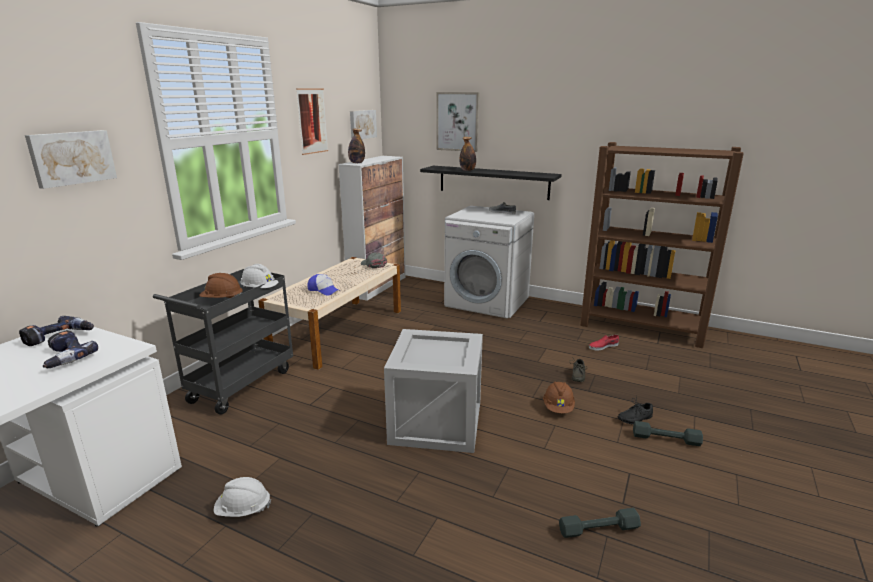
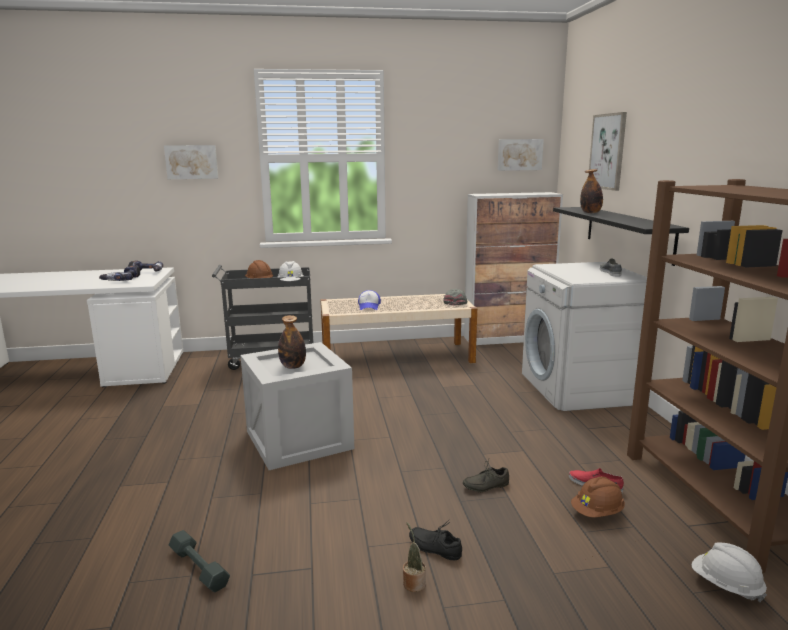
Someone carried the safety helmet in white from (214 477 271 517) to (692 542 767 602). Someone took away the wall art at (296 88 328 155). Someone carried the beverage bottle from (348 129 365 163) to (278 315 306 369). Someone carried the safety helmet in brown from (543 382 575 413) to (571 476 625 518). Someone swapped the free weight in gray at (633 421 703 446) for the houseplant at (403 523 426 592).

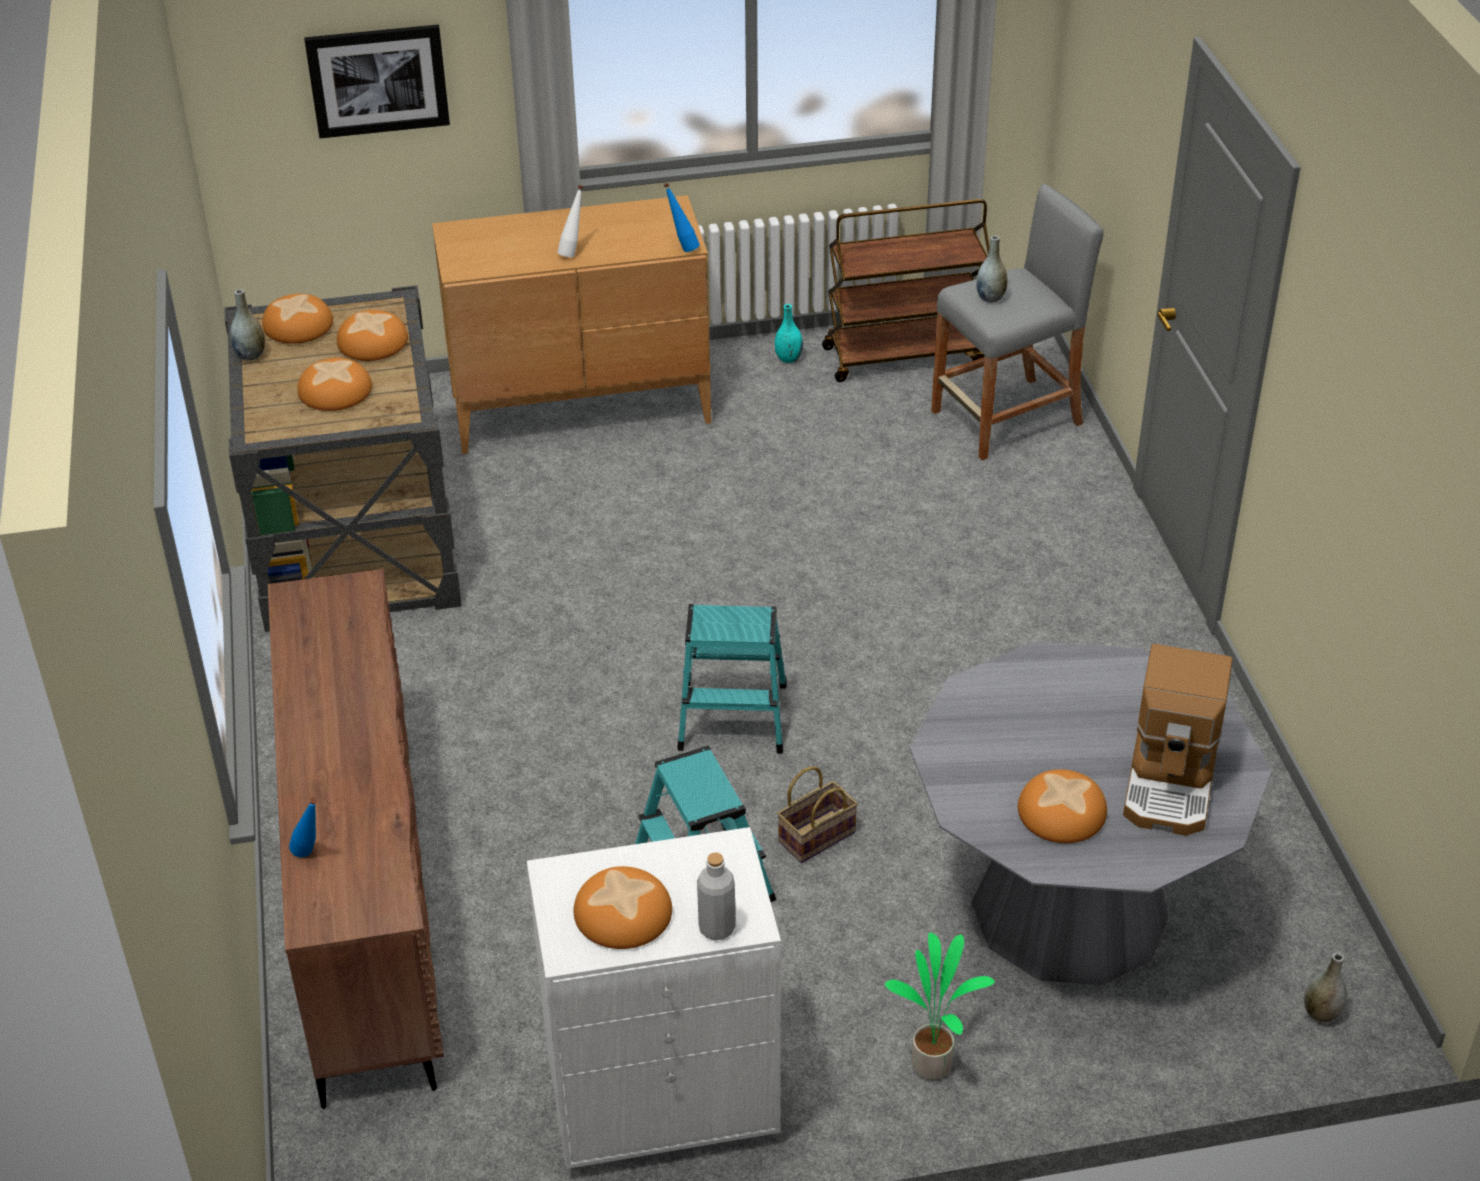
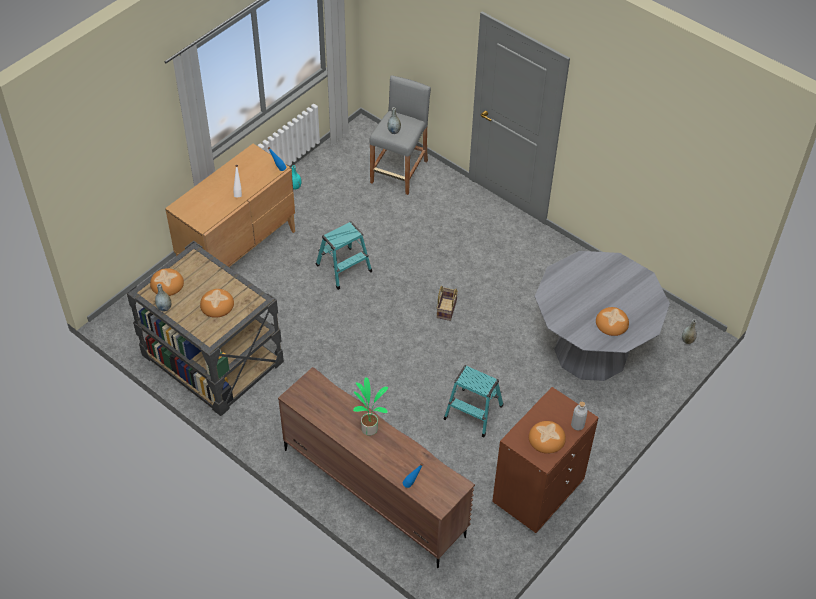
Someone took away the wall art at (304 24 450 138). Someone took away the baked bread at (337 310 408 361). Someone repainted the cupboard in white at (527 827 781 1169), which became the cupboard in brown at (492 387 599 533). Someone carried the step ladder in turquoise-coloured from (677 604 787 754) to (316 221 372 290). Someone carried the storage basket from (777 766 858 863) to (437 286 458 321). Someone took away the cart in brown at (822 199 990 382). Someone carried the houseplant from (885 932 995 1080) to (353 377 388 435). Someone took away the coffee maker at (1123 644 1233 836).

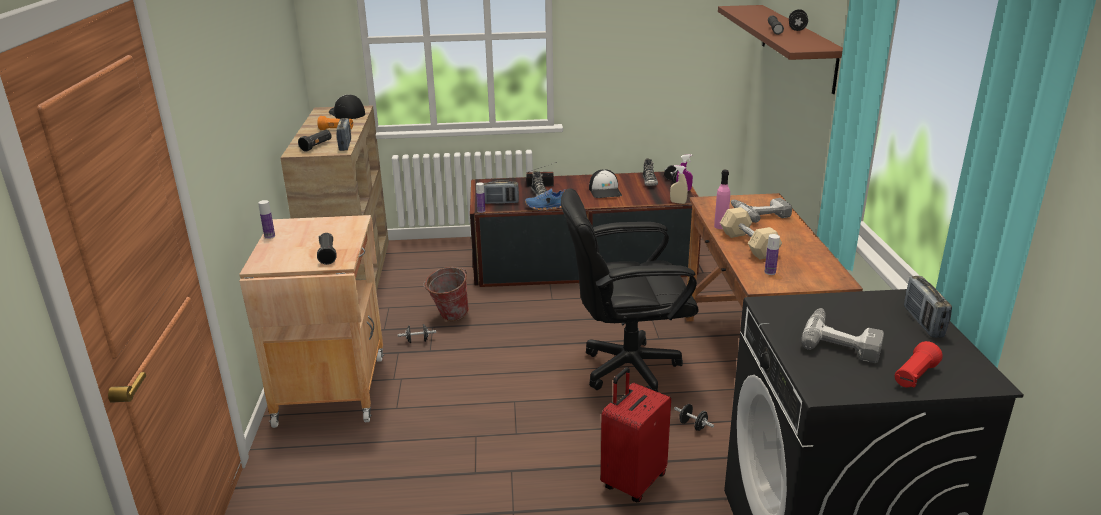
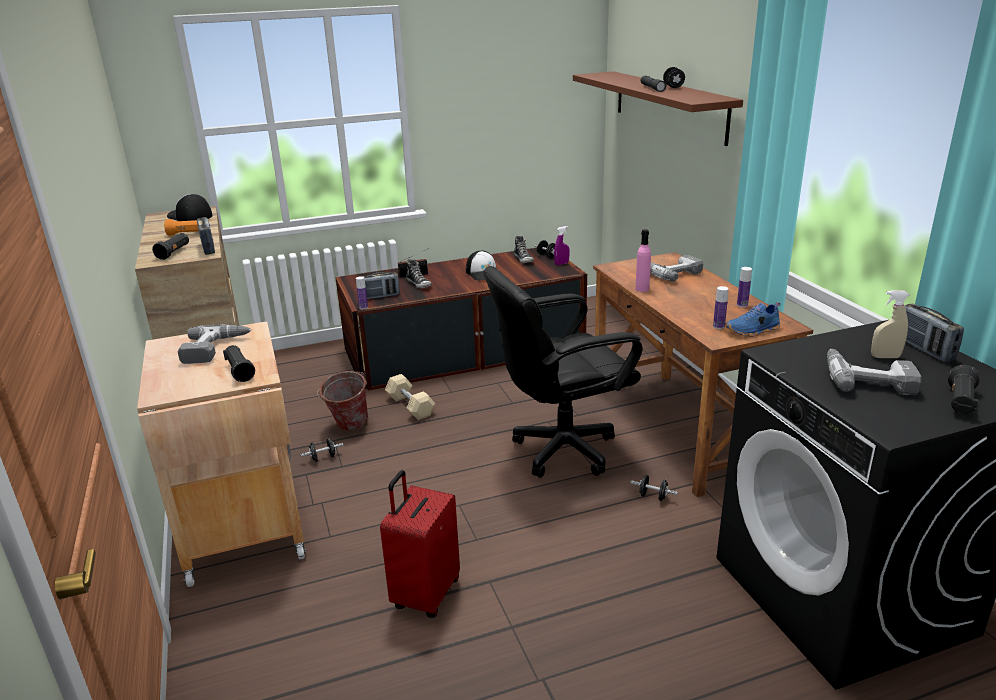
Someone carried the beverage bottle from (258 200 275 239) to (737 267 752 307). Someone carried the low shoe in bluish from (525 188 565 211) to (726 302 780 337). Someone carried the piece of luggage in red-coloured from (601 367 671 502) to (380 470 460 618). Someone carried the sprayer in beige-coloured from (670 165 688 204) to (871 290 910 358). Someone carried the free weight in beige-coloured from (720 207 782 259) to (385 374 435 420). Someone repainted the torch in red-coloured at (895 341 943 388), which became the torch in black-coloured at (948 365 979 414). Someone put down the power drill at (178 325 251 364).

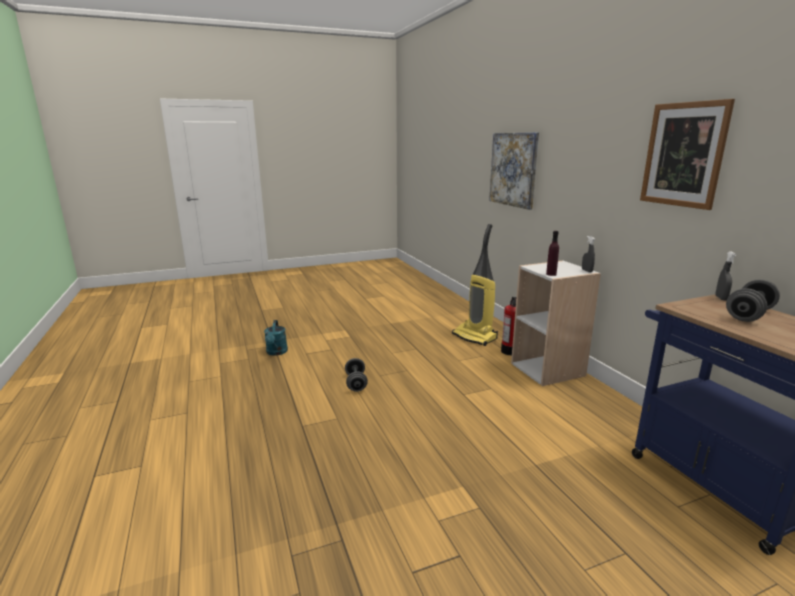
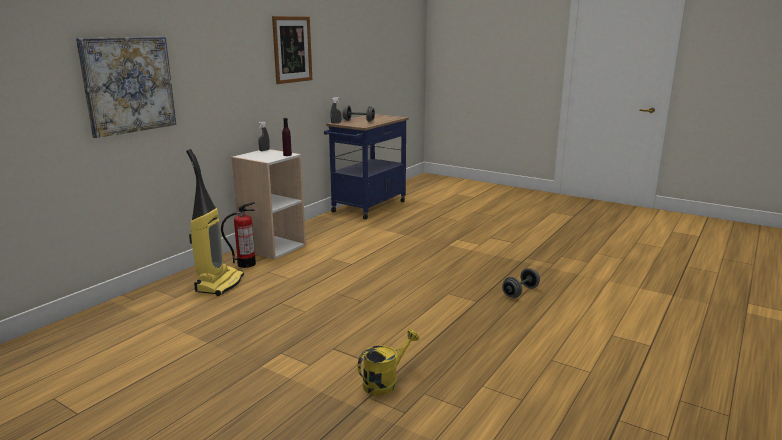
Someone repainted the watering pot in turquoise-coloured at (264 320 288 356), which became the watering pot in yellowish at (358 329 419 395). Someone carried the free weight in gray from (345 358 368 392) to (502 268 540 298).

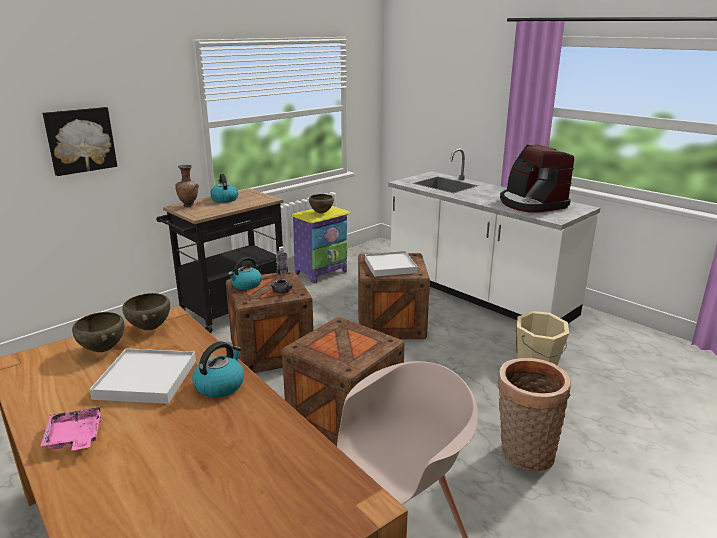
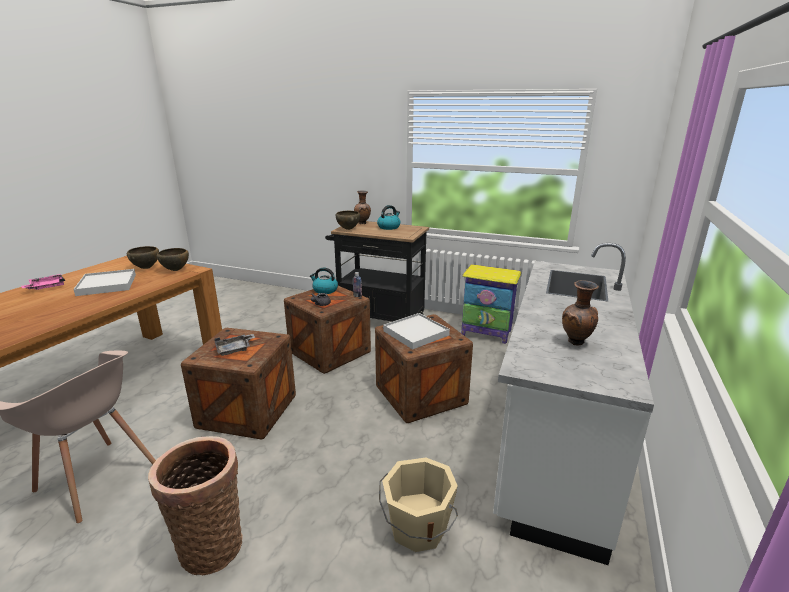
Someone took away the wall art at (43 107 117 176). Someone took away the tea kettle at (192 341 244 398). Someone carried the serving bowl in brown from (309 194 334 213) to (336 211 360 230). Someone swapped the coffee maker at (500 144 574 213) for the vase in brown at (562 280 599 346). Someone put down the carrying tray in gray at (215 334 255 356).

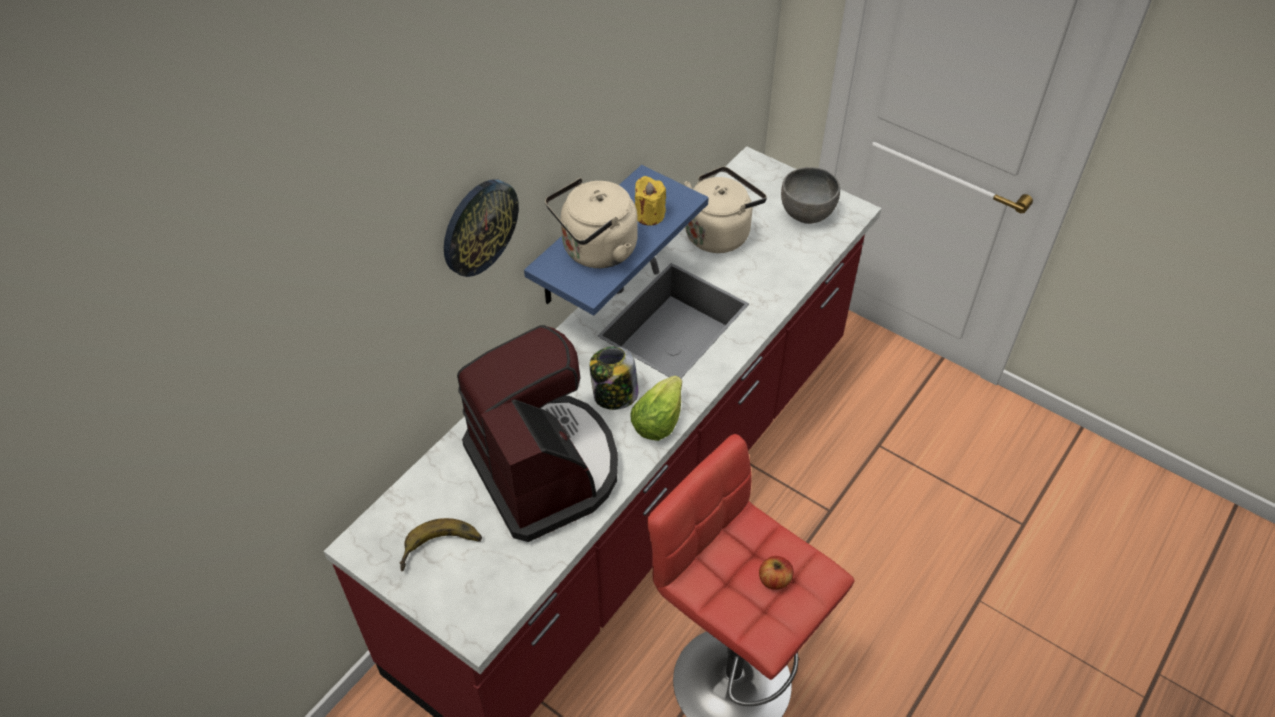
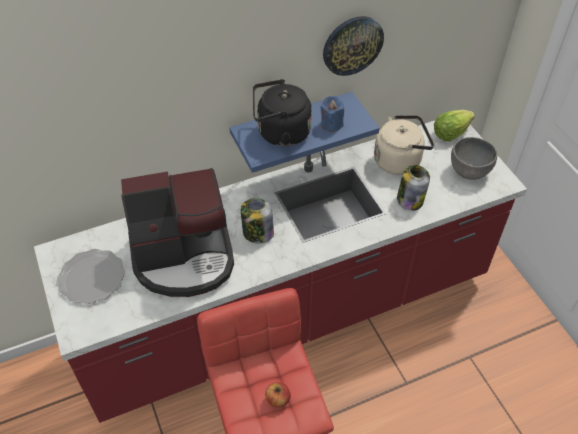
Someone swapped the banana at (399 518 482 571) for the dinner plate at (57 249 125 304). Someone carried the wall clock from (444 179 519 277) to (323 16 384 76). Someone rotated the coffee maker at (457 325 618 542) by 75 degrees clockwise. Someone repainted the tea kettle in beige-coloured at (545 178 638 268), which became the tea kettle in black-coloured at (253 79 312 147). Someone carried the lettuce from (631 375 682 441) to (434 110 475 141). Someone repainted the wax candle in yellowish at (635 176 666 226), which became the wax candle in bluish at (320 96 344 132). Someone put down the jar at (397 165 430 211).

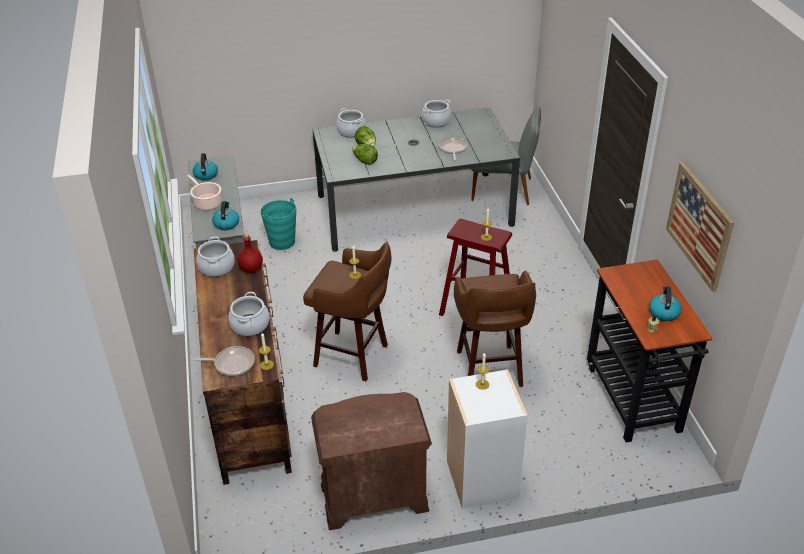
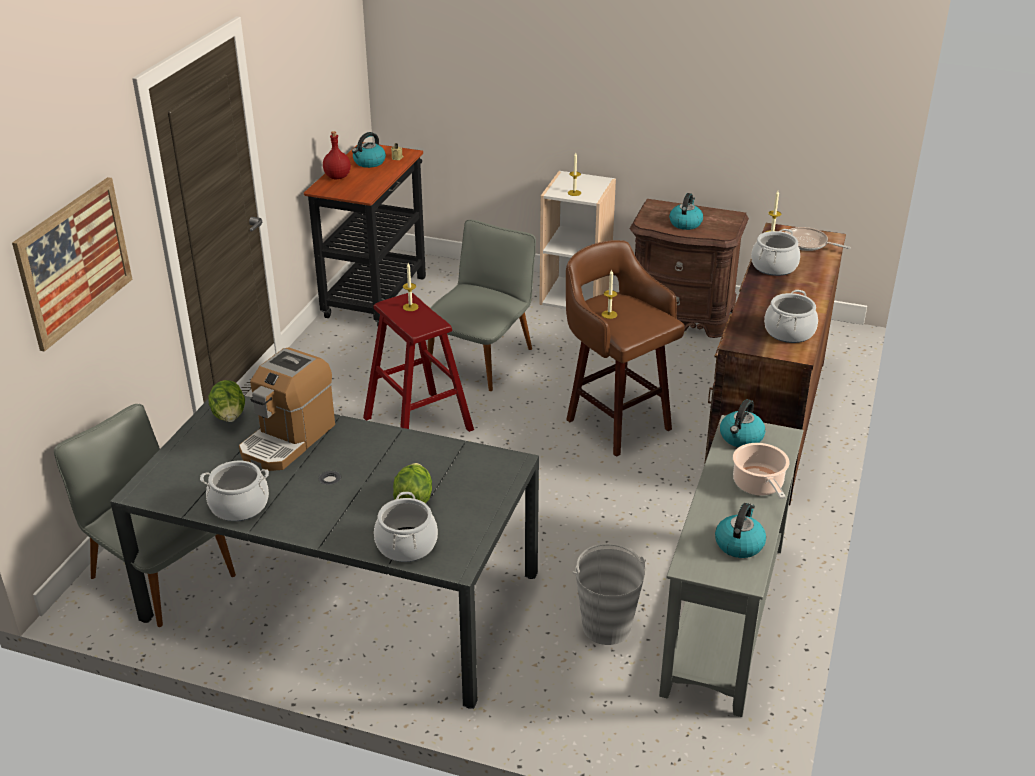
Someone carried the beverage bottle in red-coloured from (238 234 263 273) to (323 131 351 179). Someone repainted the bucket in turquoise-coloured at (261 198 296 250), which became the bucket in gray at (573 544 646 645). Someone carried the lettuce from (352 144 378 165) to (209 380 245 422). Someone swapped the skillet at (439 137 467 161) for the coffee maker at (239 347 335 471). Someone swapped the stool seat in brown at (454 271 536 387) for the plain chair in gray at (427 219 536 391). Someone carried the wall art from (666 162 734 292) to (12 177 132 352). Someone put down the tea kettle at (669 193 703 230).

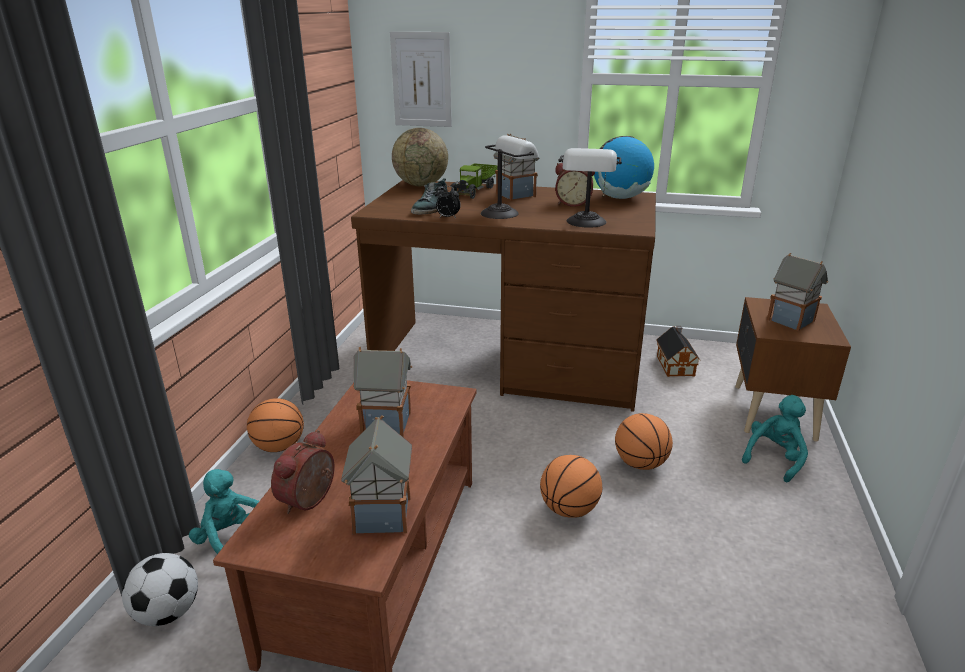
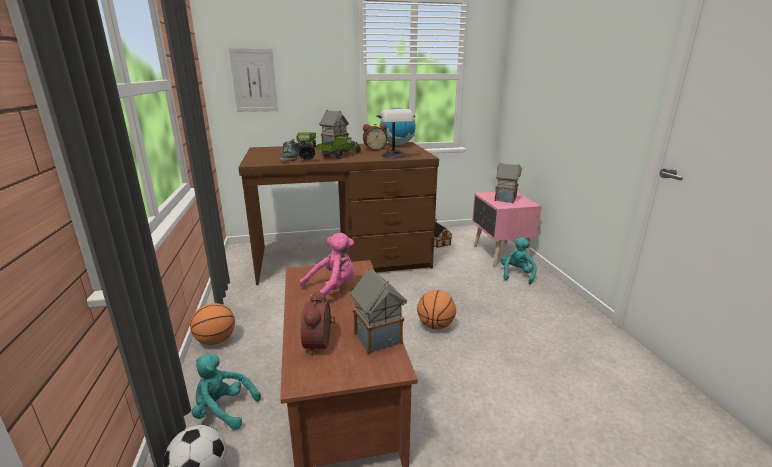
Someone swapped the model house at (353 347 412 437) for the plush toy in pinkish at (300 233 355 298). Someone took away the desk globe at (392 128 448 186). Someone swapped the lamp for a table at (481 135 539 219) for the toy truck at (317 136 361 159). Someone took away the basketball at (615 413 673 470). Someone repainted the nightstand in brown at (735 297 851 442), which became the nightstand in pinkish at (472 192 542 266).

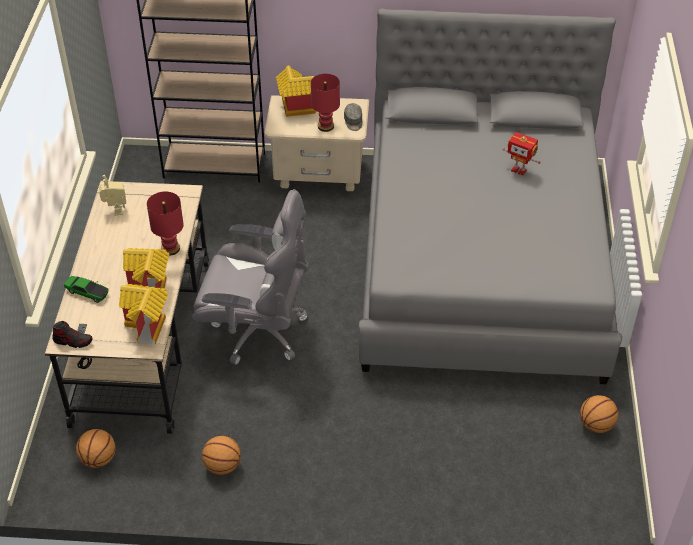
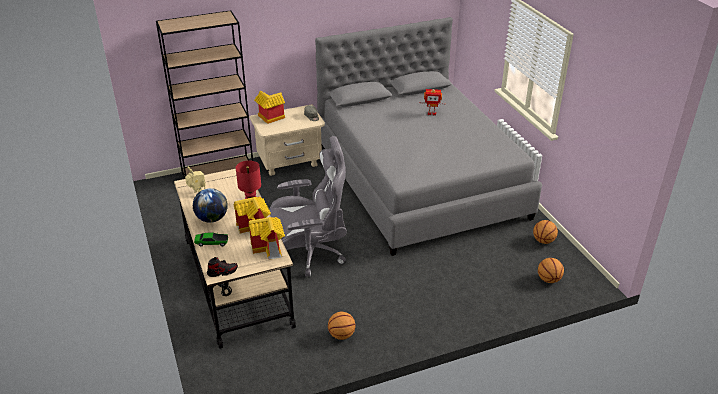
Someone carried the basketball from (76 429 116 468) to (538 258 564 283). Someone took away the lamp for a table in red-coloured at (311 74 340 132). Someone put down the desk globe at (193 188 228 223).

